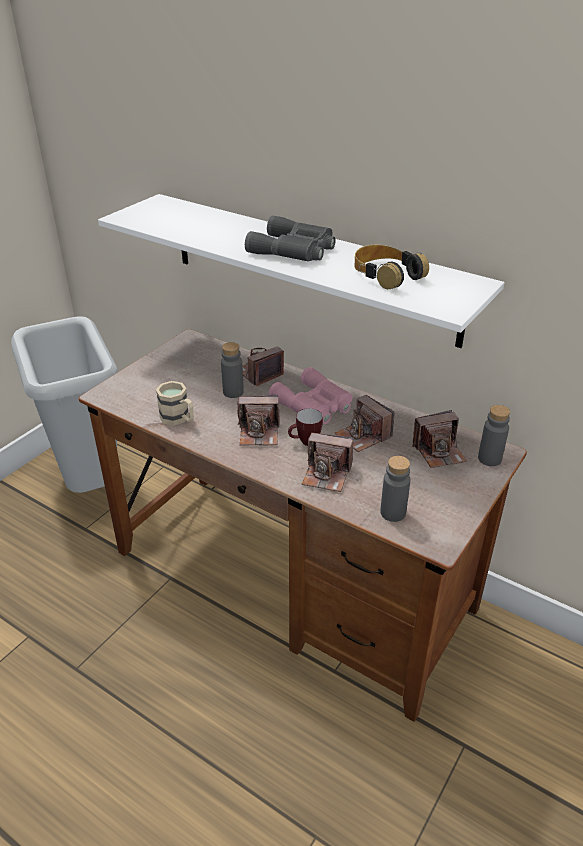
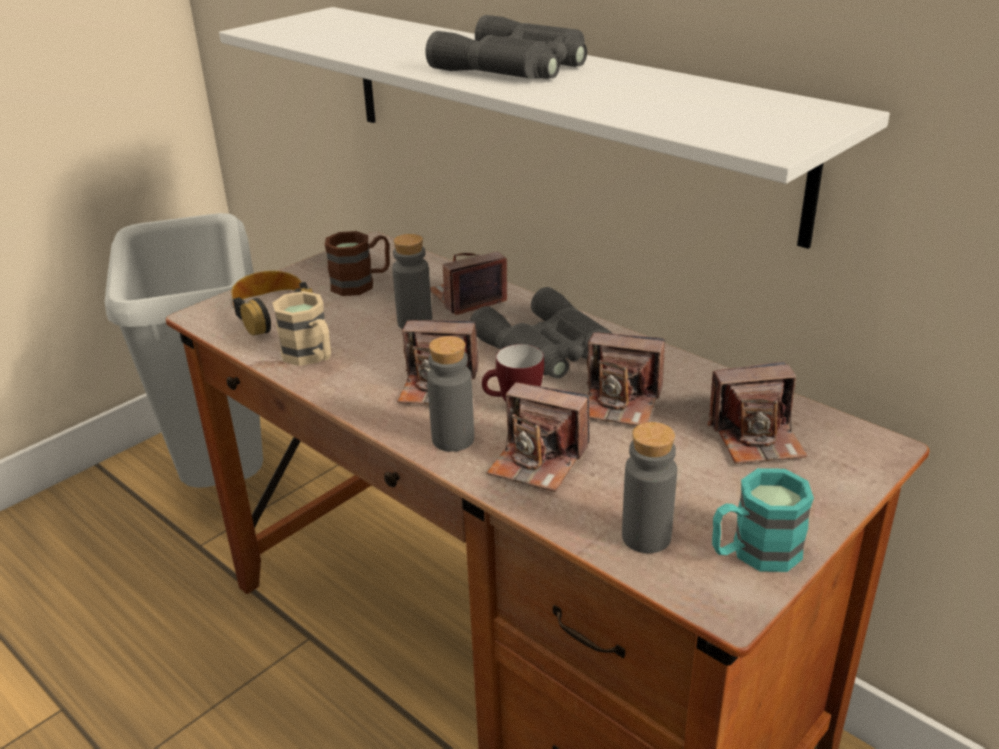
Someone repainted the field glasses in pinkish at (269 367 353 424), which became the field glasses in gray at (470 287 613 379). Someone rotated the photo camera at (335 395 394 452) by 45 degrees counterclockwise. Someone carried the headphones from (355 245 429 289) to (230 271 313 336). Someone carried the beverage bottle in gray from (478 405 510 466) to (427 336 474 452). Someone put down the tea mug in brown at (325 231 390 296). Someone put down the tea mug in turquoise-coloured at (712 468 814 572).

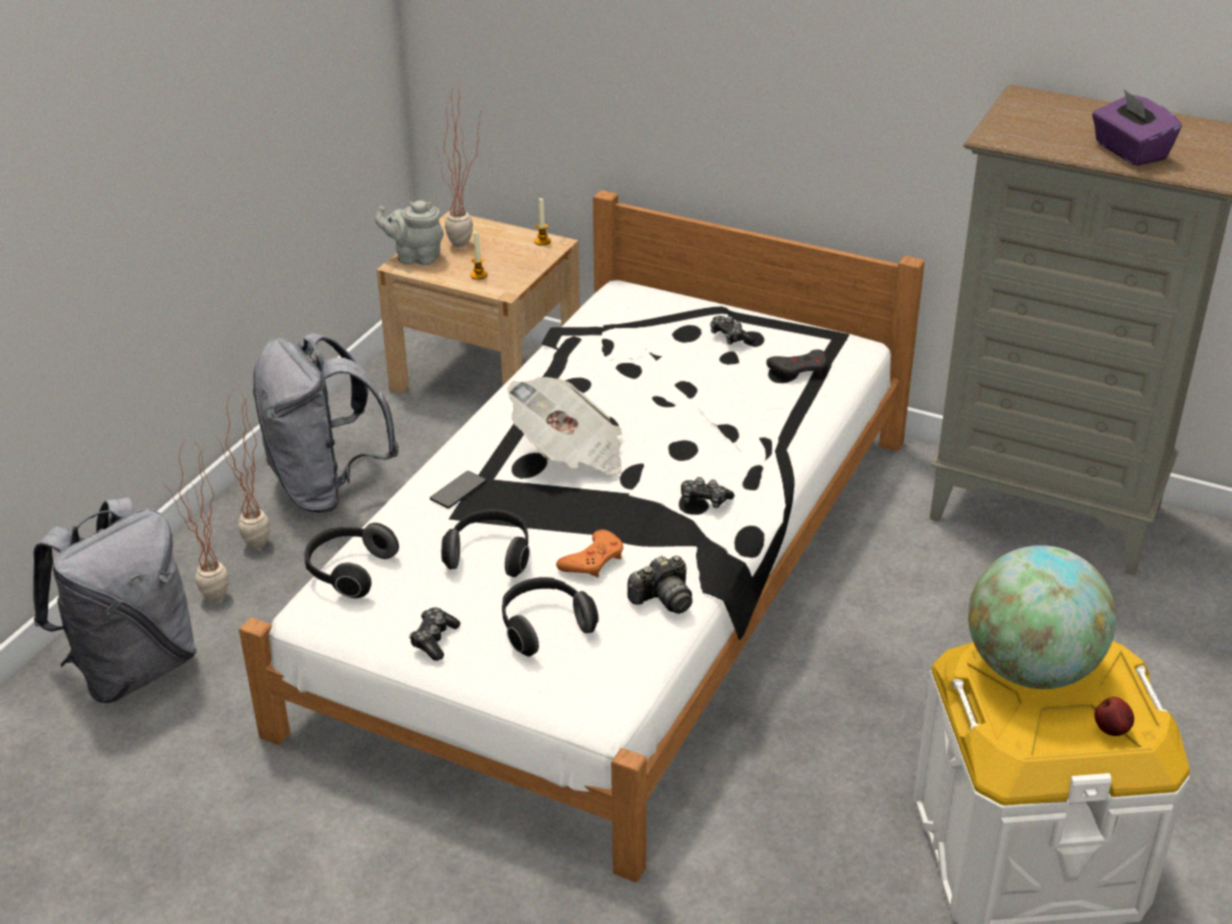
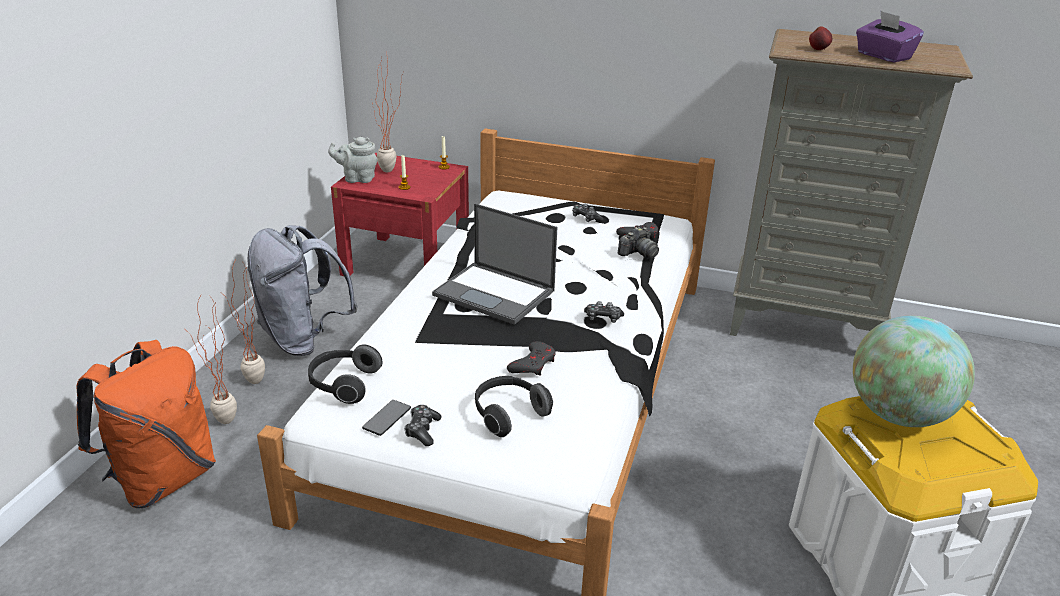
Someone repainted the backpack in gray at (33 497 197 703), which became the backpack in orange-coloured at (76 340 216 508). Someone repainted the nightstand in beige-coloured at (377 211 580 394), which became the nightstand in red-coloured at (331 153 469 276). Someone carried the phone from (430 471 486 508) to (362 400 411 436). Someone took away the headphones at (441 509 530 577). Someone swapped the printed paper at (507 377 622 475) for the notebook computer at (432 203 557 325). Someone repainted the joypad in orange-coloured at (556 530 623 578), which became the joypad in gray at (507 341 556 376). Someone carried the photo camera from (627 555 693 614) to (618 226 659 259). Someone carried the apple from (1094 697 1134 736) to (809 26 832 50).

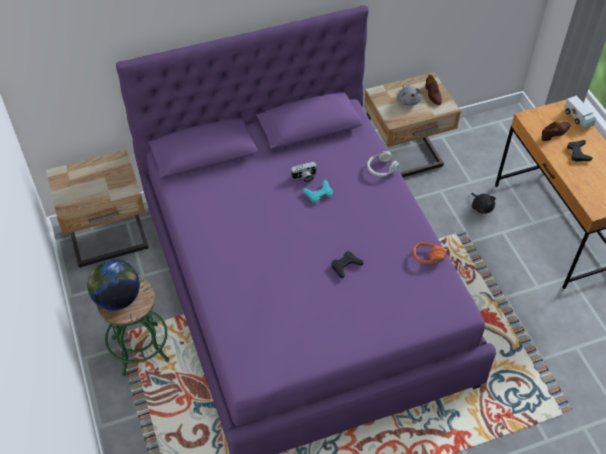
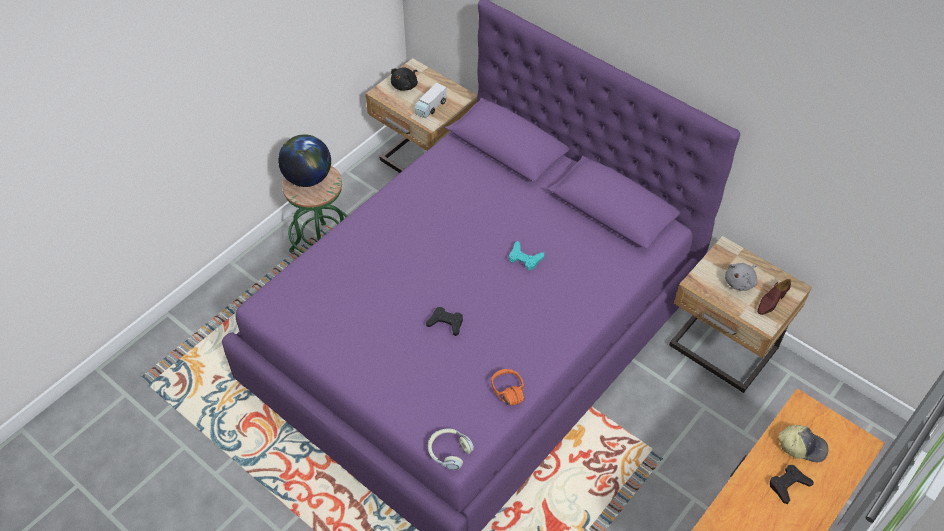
Someone took away the photo camera at (291 162 316 183). Someone carried the headphones from (367 151 399 177) to (428 429 474 470). Someone carried the plush toy in black-coloured from (471 193 496 214) to (391 67 418 91). Someone swapped the low shoe in brown at (542 122 571 141) for the baseball cap at (779 425 829 462). Someone carried the toy truck from (564 96 596 129) to (415 83 447 118).

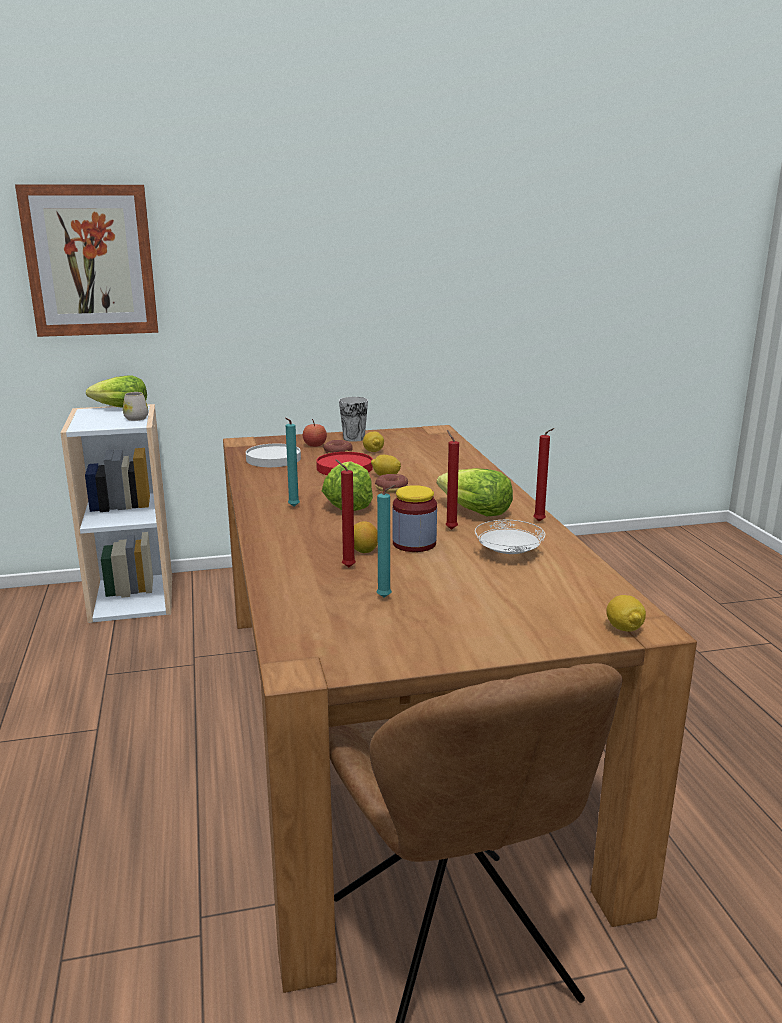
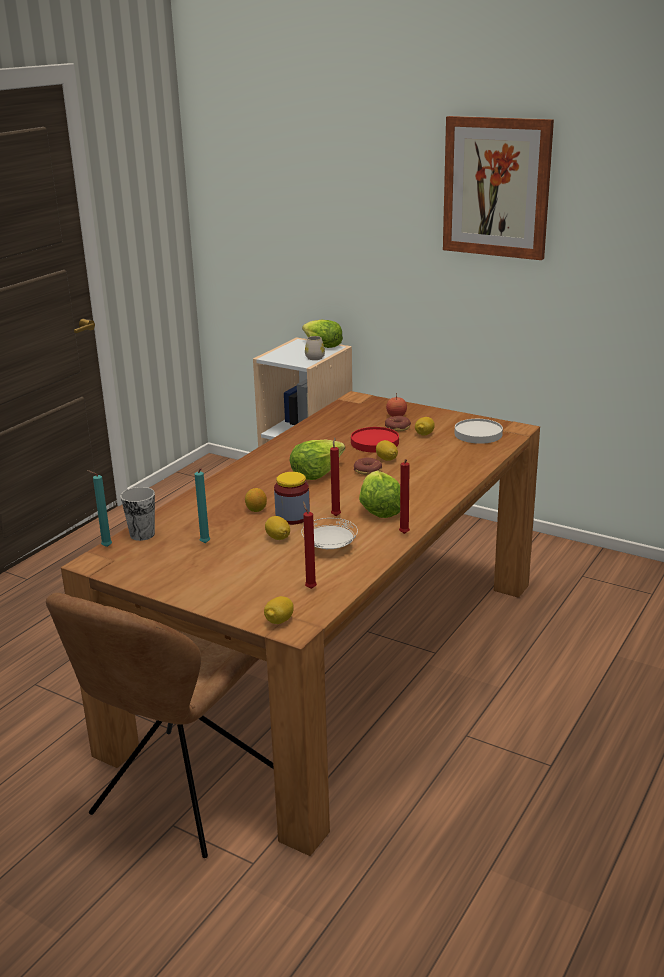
Someone carried the wall art from (15 184 158 337) to (443 116 554 260). Someone carried the dinner plate in white from (246 443 301 467) to (454 419 503 444). Someone carried the wax candle in turquoise-coloured from (285 417 300 507) to (87 470 112 547). Someone carried the wax candle in red-coloured from (335 459 356 567) to (303 501 317 589). Someone carried the cup from (339 397 368 442) to (120 487 155 541). Someone put down the citrus fruit at (265 516 290 540).

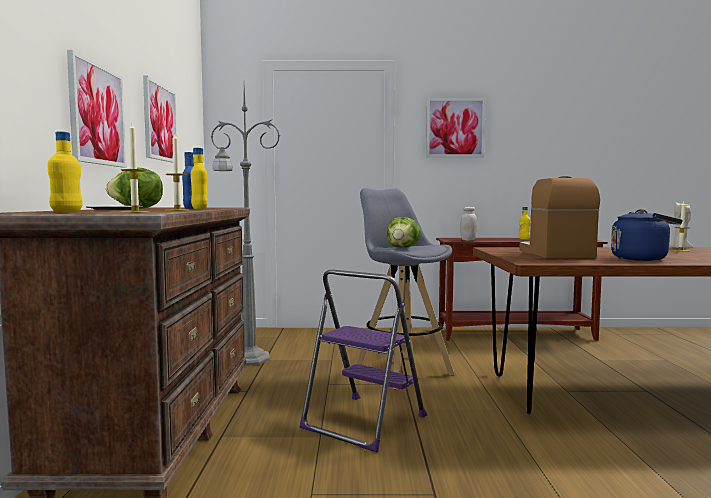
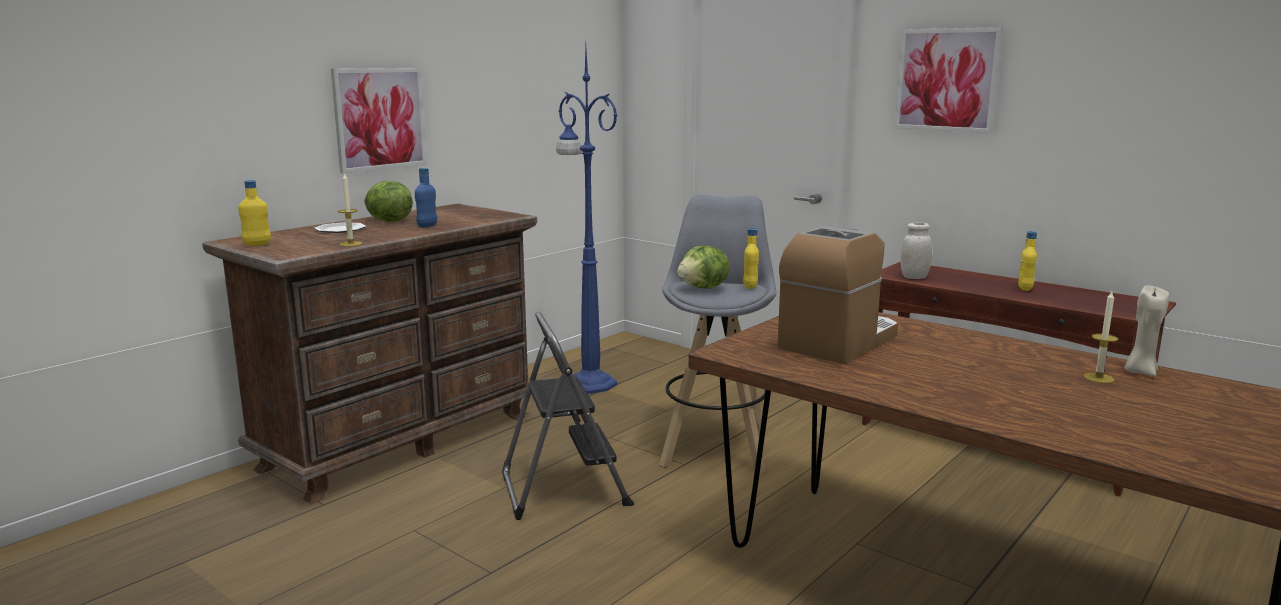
Someone took away the wax candle at (120 123 150 213). Someone took away the wall art at (143 76 177 163). Someone carried the beverage bottle in yellowish from (191 148 208 210) to (743 228 759 289). Someone repainted the floor lamp in gray at (211 87 280 366), which became the floor lamp in bluish at (556 46 617 394). Someone repainted the step ladder in purple-coloured at (300 270 428 452), which became the step ladder in black-coloured at (502 312 634 520). Someone took away the tea kettle in bluish at (611 209 683 261).

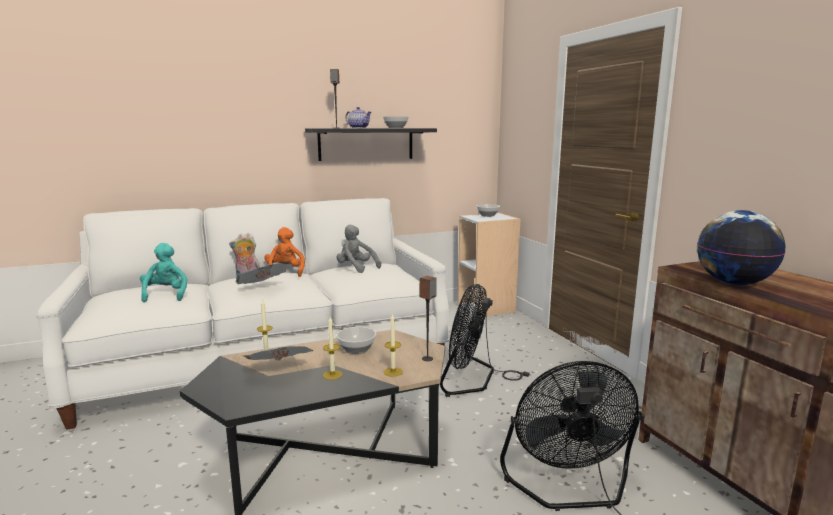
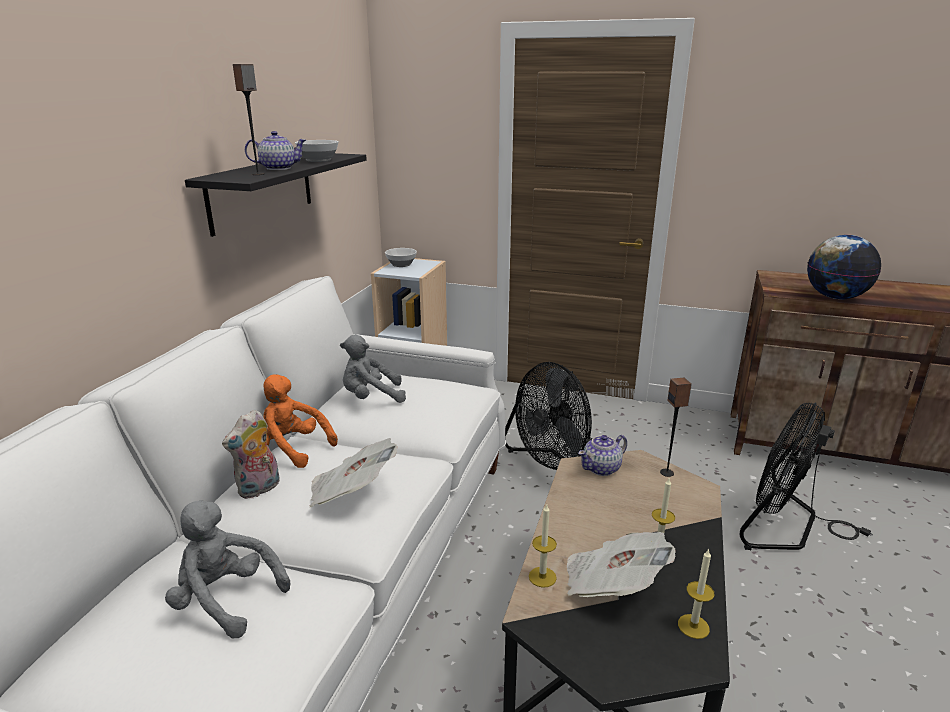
Someone repainted the plush toy in turquoise-coloured at (140 243 187 302), which became the plush toy in gray at (165 500 290 639). Someone took away the serving bowl at (336 327 376 354). Someone carried the wax candle from (384 313 403 377) to (678 549 714 639). Someone put down the teapot at (578 435 627 476).

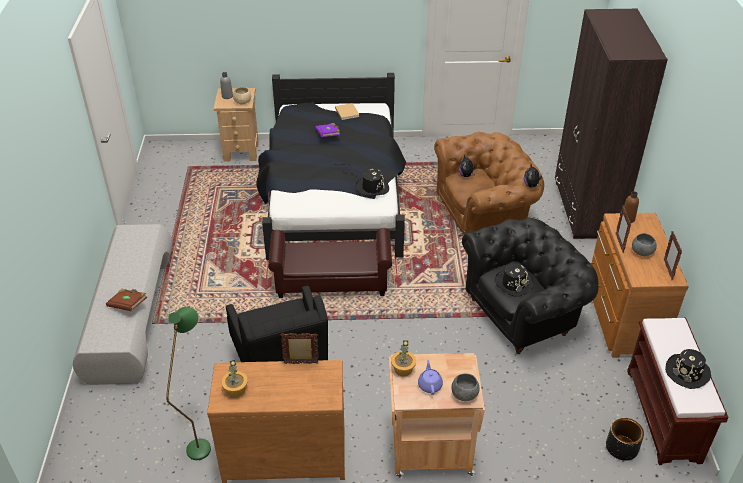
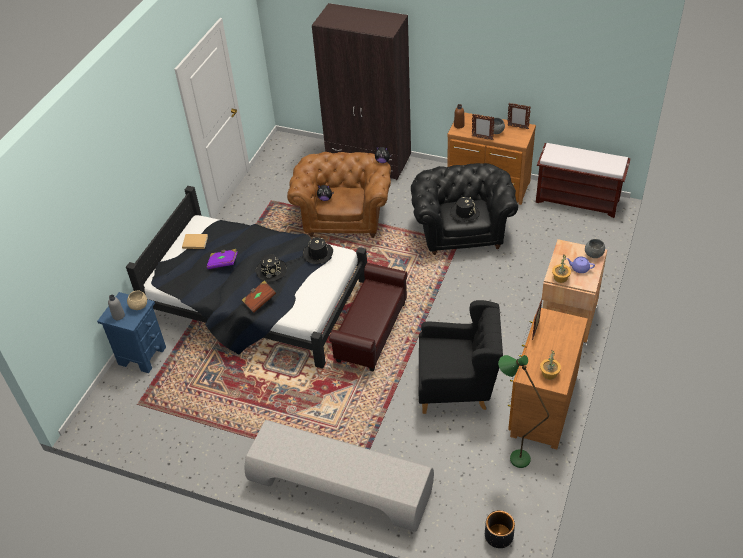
Someone carried the book in brown from (106 289 147 311) to (242 280 276 313). Someone repainted the nightstand in beige-coloured at (214 88 259 161), which became the nightstand in bluish at (97 292 166 373). Someone carried the plant pot in black-coloured from (606 418 644 461) to (485 510 515 548). Someone carried the wearable hat in black-coloured from (665 349 711 389) to (255 254 287 282).

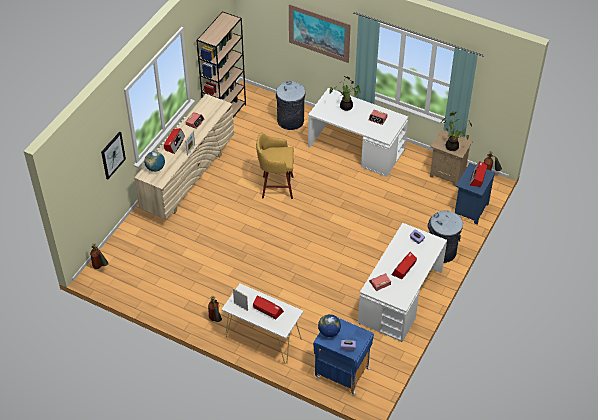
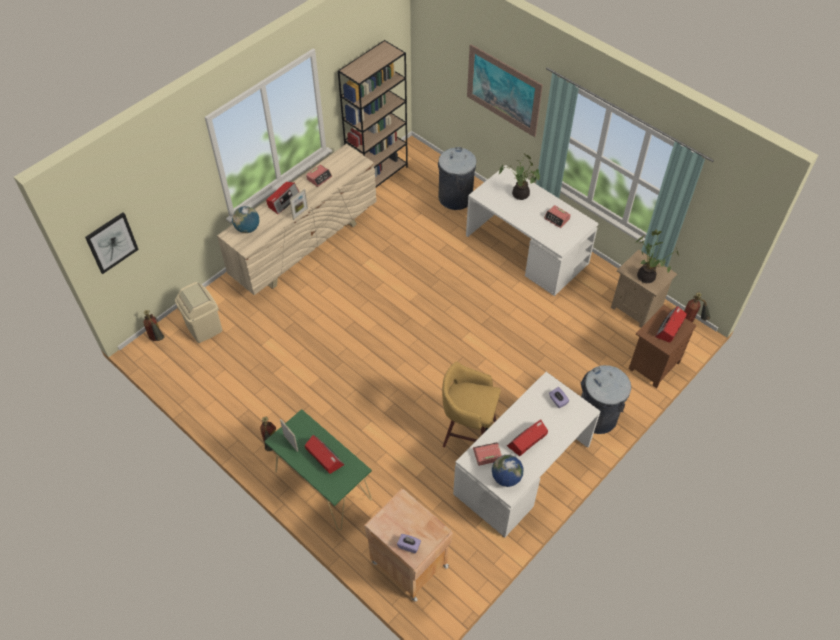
Someone carried the wall art from (101 131 126 179) to (85 212 139 274). Someone repainted the narrow table in white at (221 284 303 364), which became the narrow table in green-coloured at (264 409 372 530). Someone carried the stool seat in yellowish from (256 133 294 199) to (442 361 501 447). Someone repainted the cart in bluish at (313 317 374 395), which became the cart in brown at (364 489 453 602). Someone carried the desk globe from (318 314 341 337) to (492 455 523 487). Someone repainted the nightstand in bluish at (455 163 495 225), which became the nightstand in brown at (629 305 697 389). Someone put down the rubbish bin in beige-coloured at (175 282 223 343).

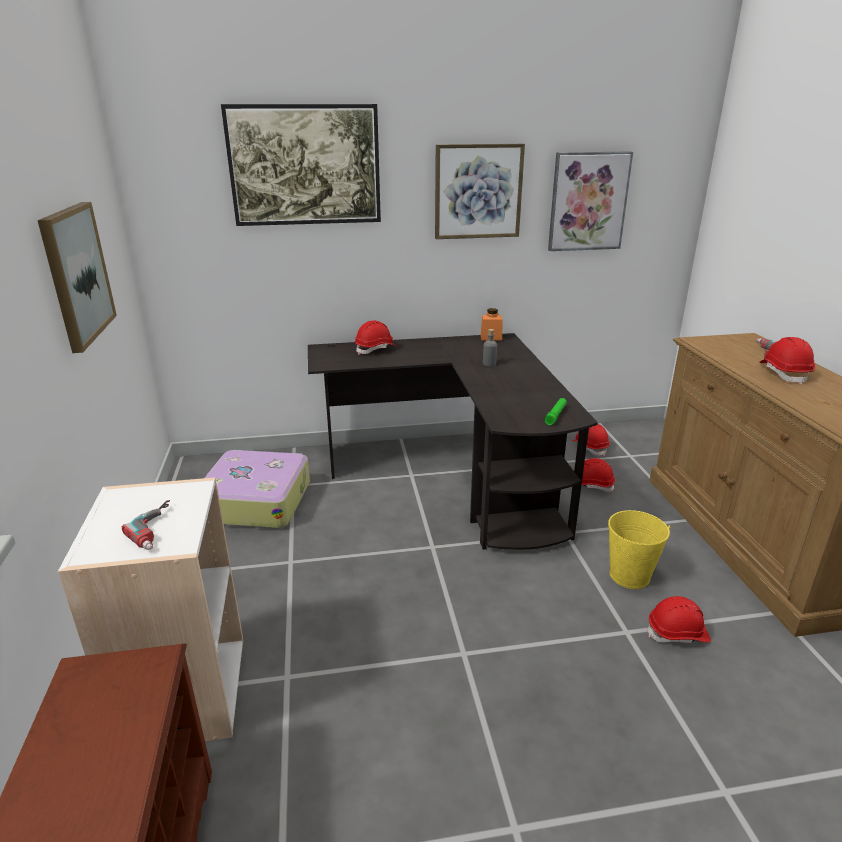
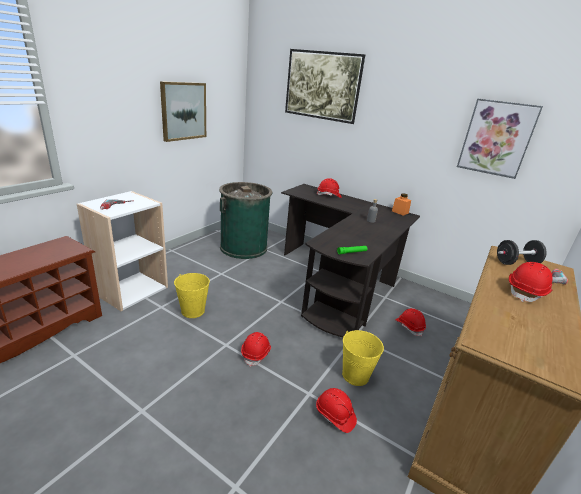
Someone swapped the piece of luggage at (204 450 310 529) for the rubbish bin in green-coloured at (219 182 272 259). Someone took away the wall art at (435 144 525 239). Someone carried the safety helmet in red-coloured from (573 423 610 456) to (241 332 271 367). Someone put down the bucket in yellowish at (174 273 210 318). Someone put down the free weight in black-coloured at (497 240 547 265).

